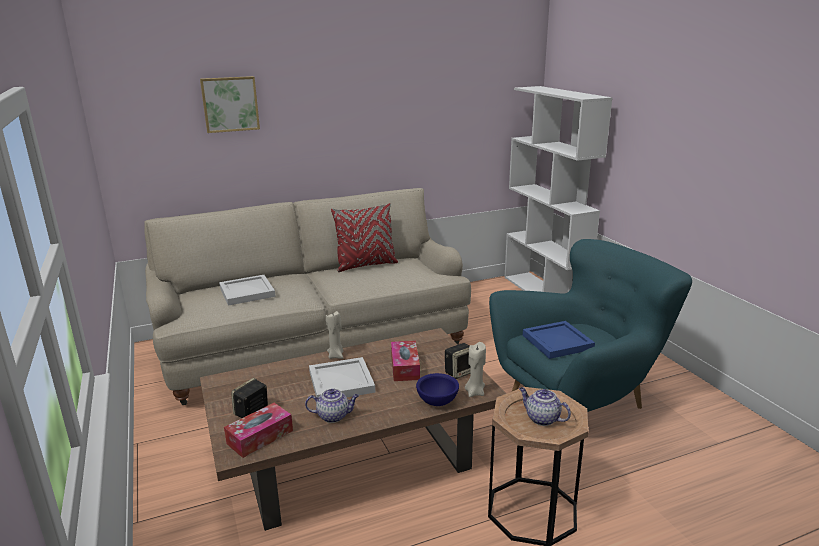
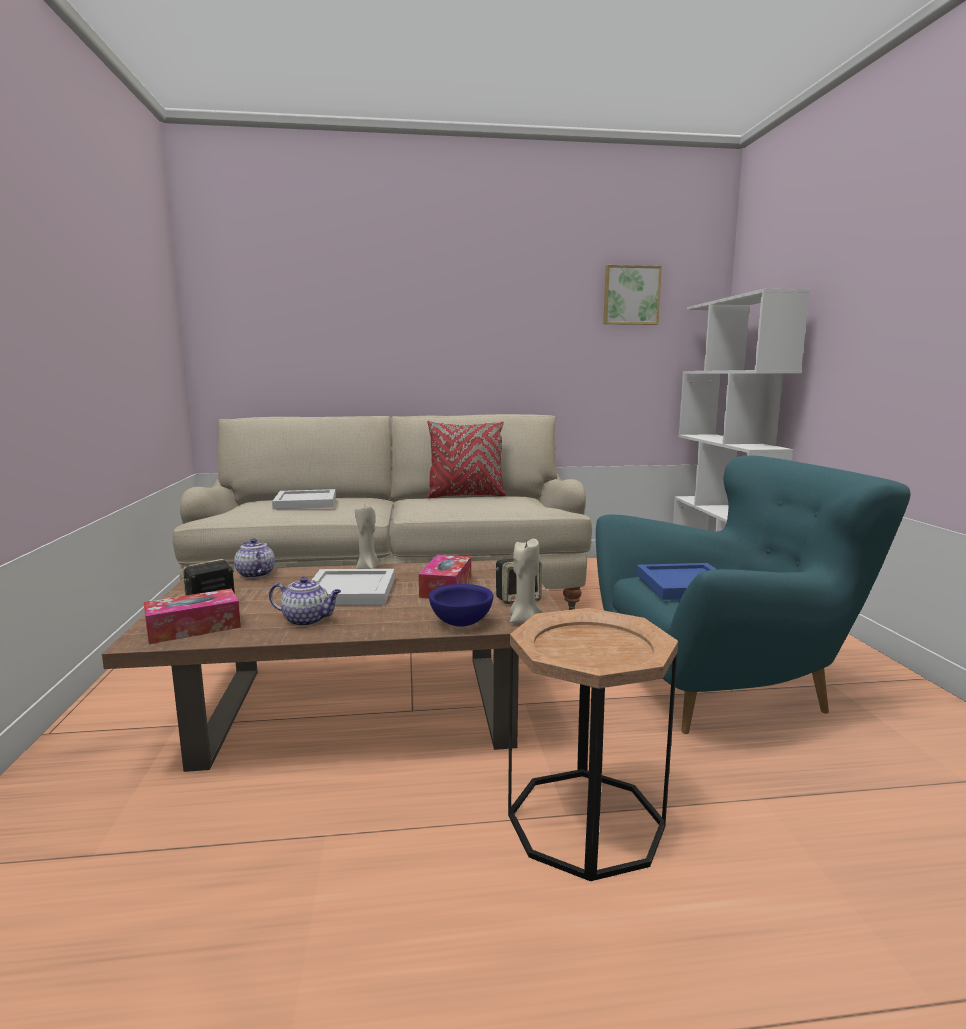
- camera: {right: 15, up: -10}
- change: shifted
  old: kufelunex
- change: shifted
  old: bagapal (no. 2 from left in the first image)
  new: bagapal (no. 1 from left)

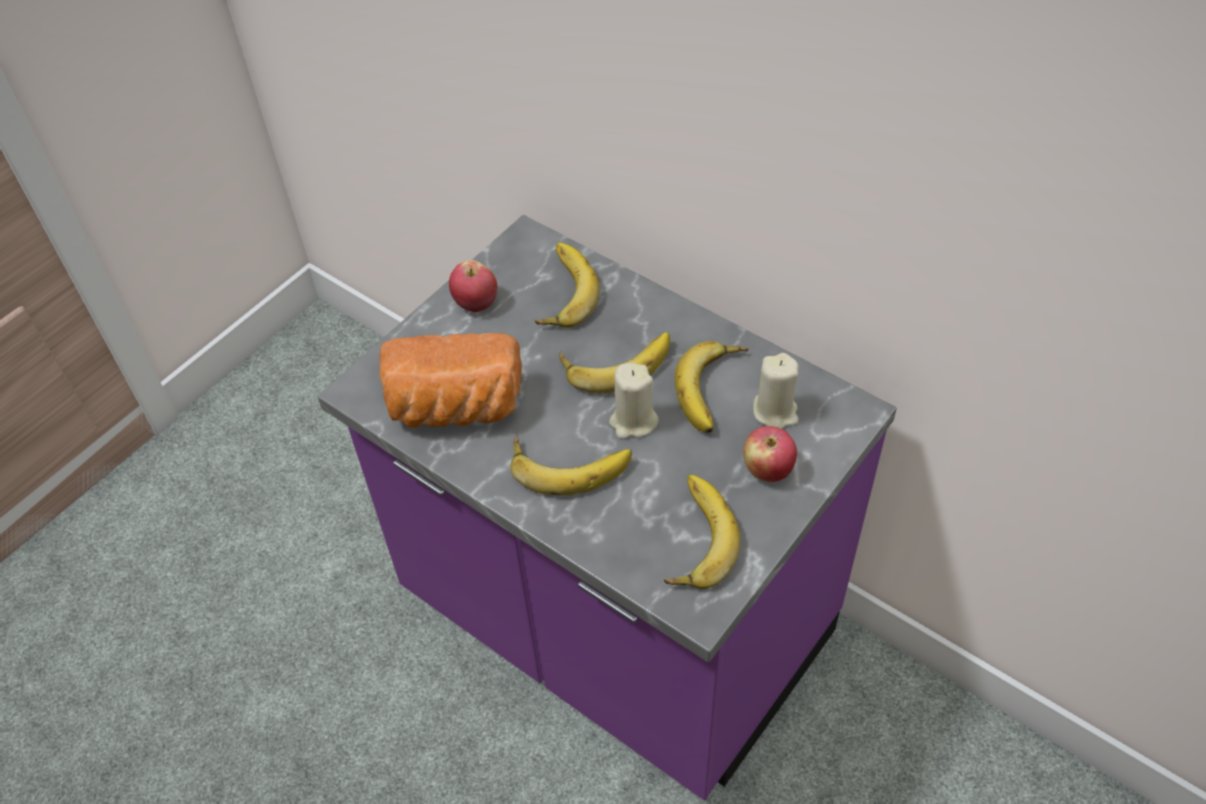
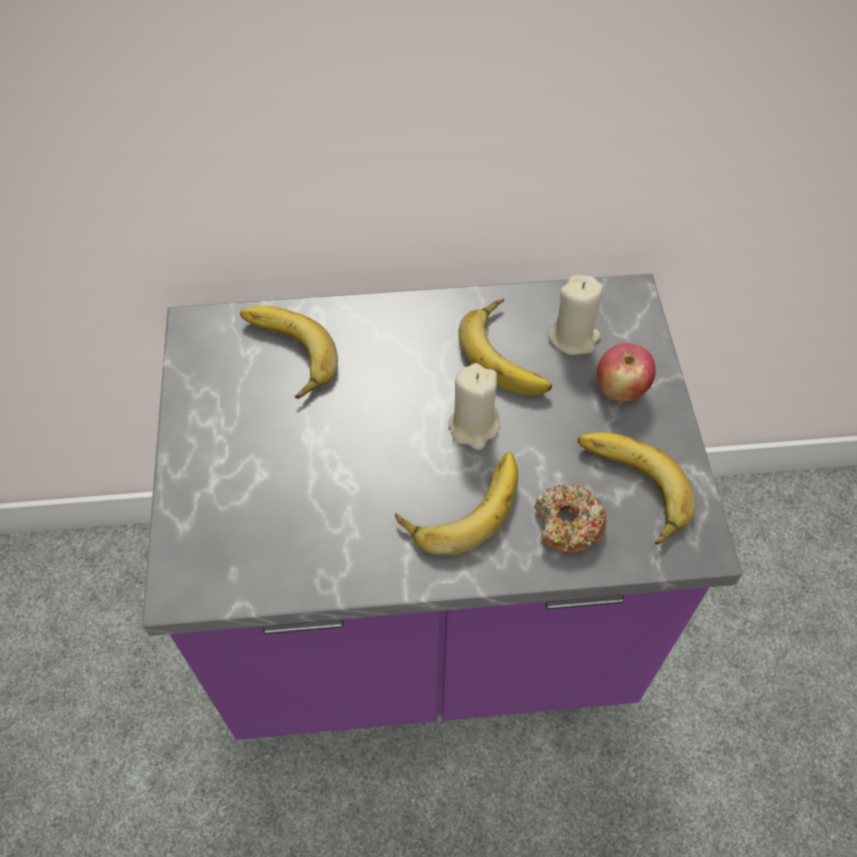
- camera: {right: -45, up: 5}
- change: gone
  old: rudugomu (no. 1 from left)
- change: gone
  old: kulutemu (no. 3 from left)
- change: gone
  old: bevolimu
- change: new
  new: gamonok

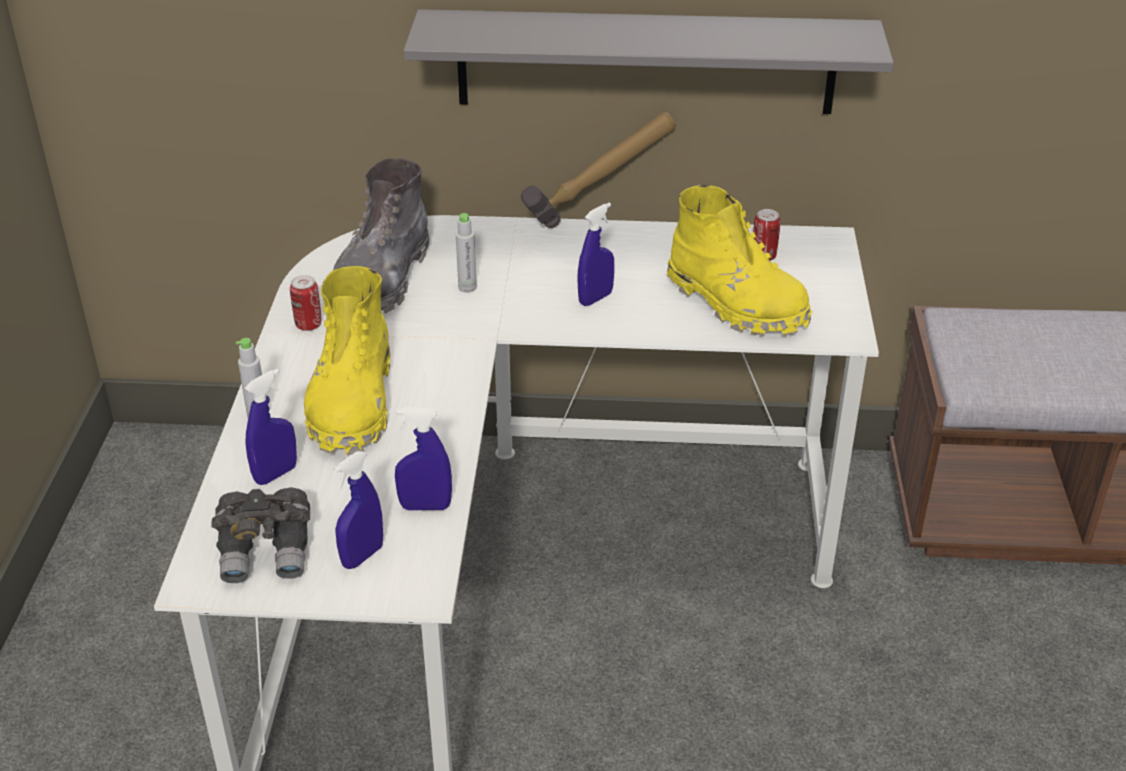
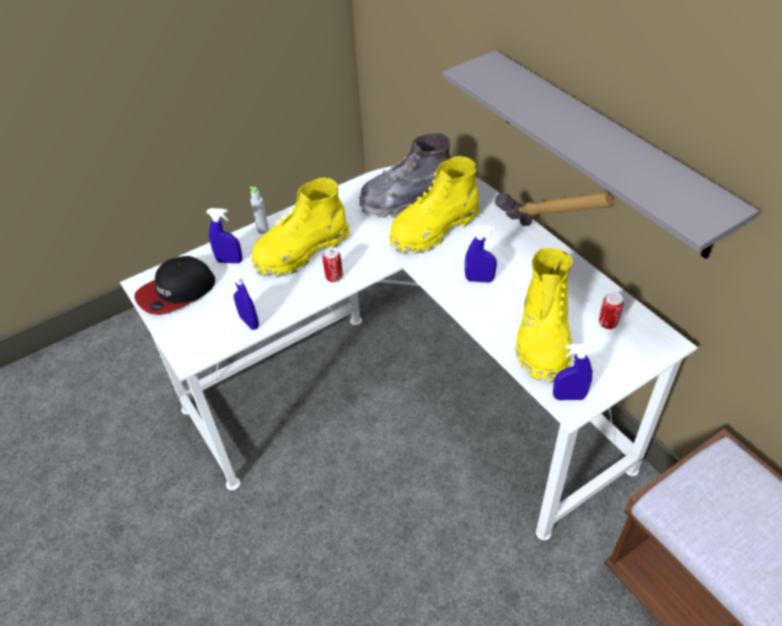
- camera: {right: 55, up: 10}
- change: swapped
  old: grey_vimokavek (no. 2 from left)
  new: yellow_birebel (no. 2 from left)
- change: shifted
  old: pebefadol (no. 1 from left)
- change: shifted
  old: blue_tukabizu (no. 2 from left in the first image)
  new: blue_tukabizu (no. 4 from left)
- change: swapped
  old: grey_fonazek
  new: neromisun

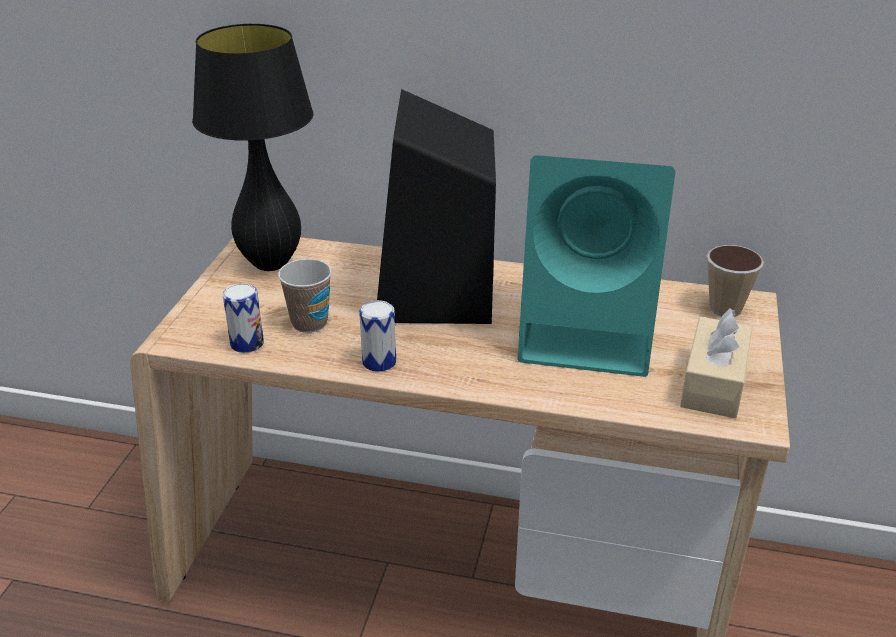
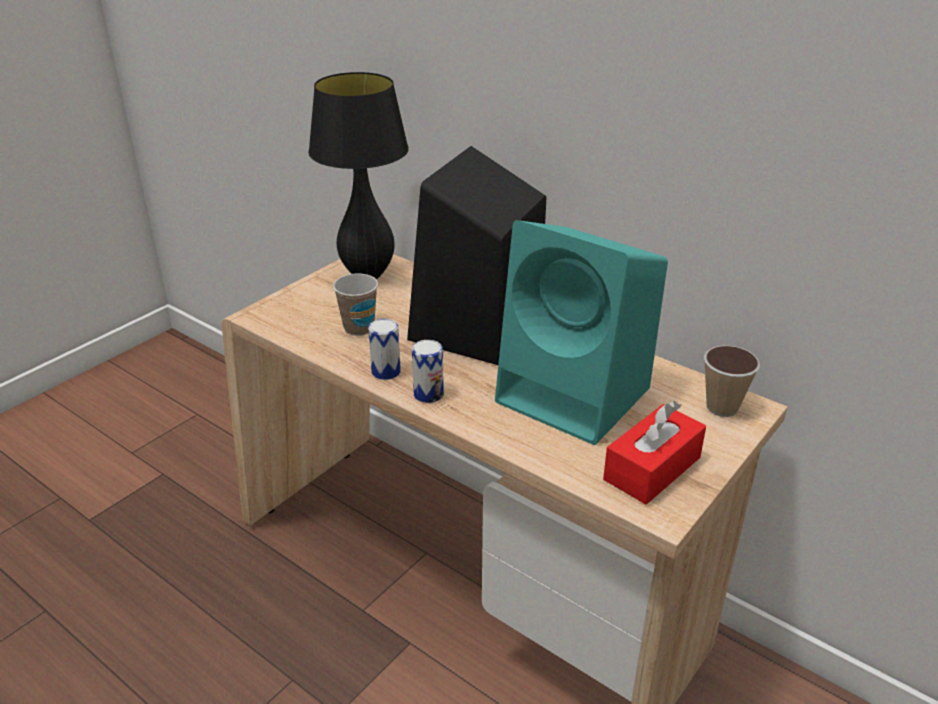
- camera: {right: 25, up: 0}
- change: shifted
  old: pebefadol (no. 1 from left in the first image)
  new: pebefadol (no. 2 from left)
- change: repainted
  old: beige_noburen
  new: red_noburen

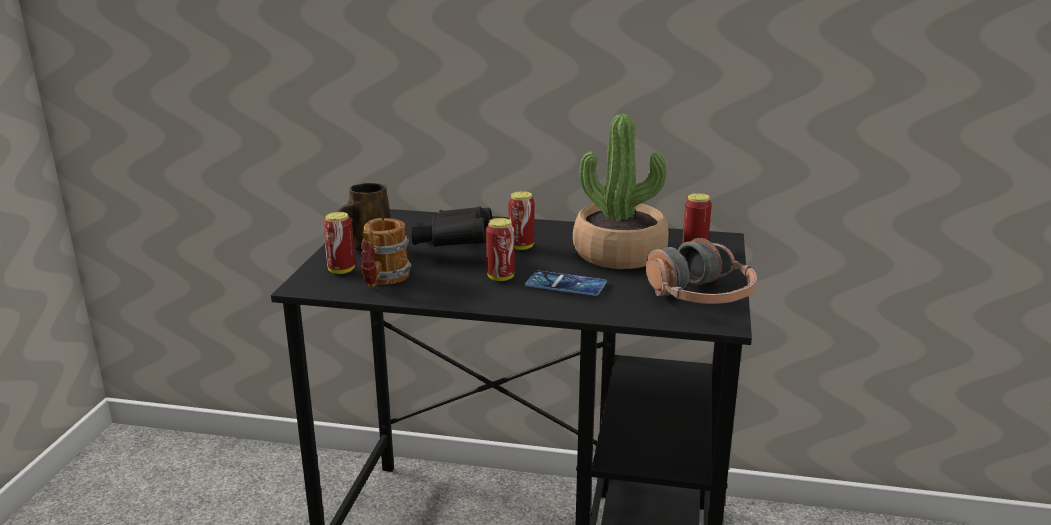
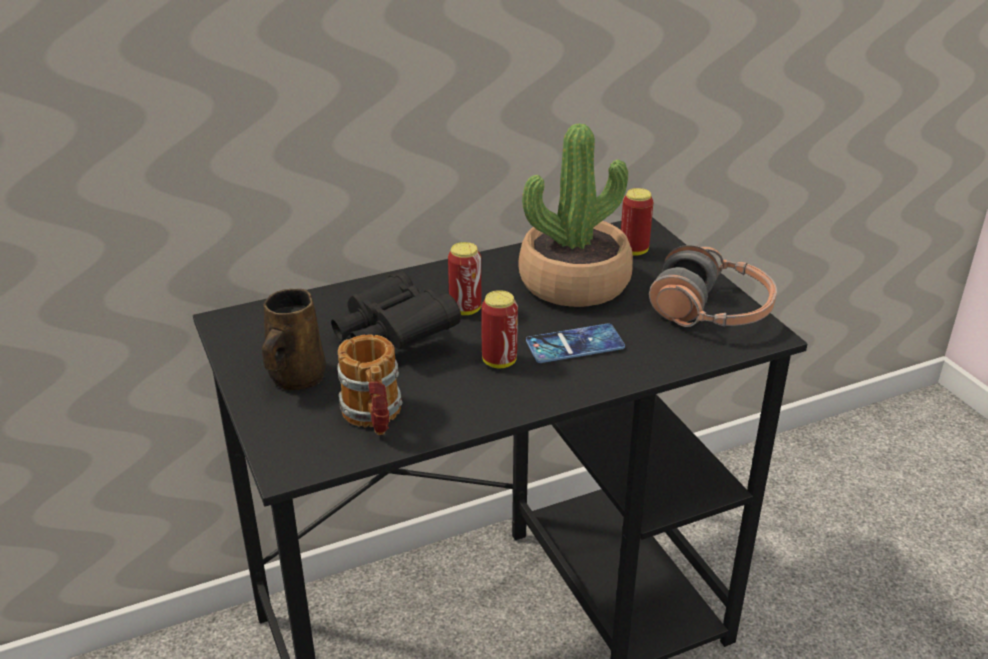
- camera: {right: -35, up: 10}
- change: gone
  old: pebefadol (no. 1 from left)

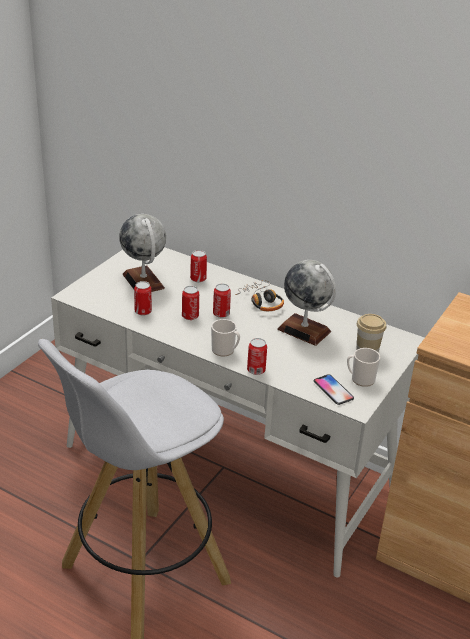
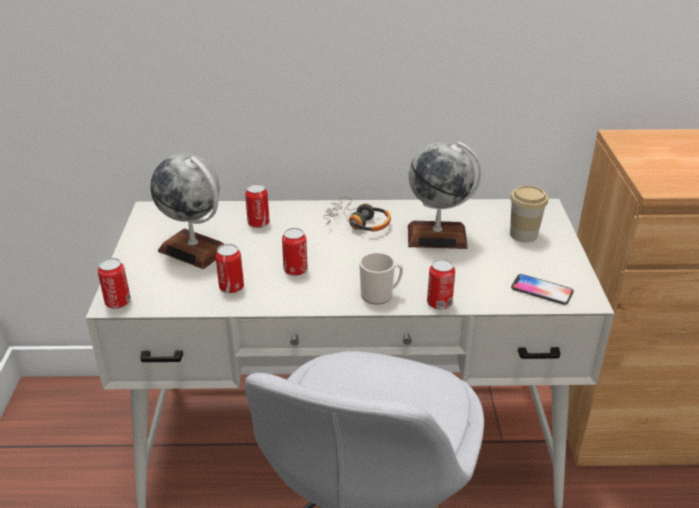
- camera: {right: -30, up: 0}
- change: shifted
  old: pebefadol (no. 4 from left in the first image)
  new: pebefadol (no. 1 from left)
- change: gone
  old: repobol (no. 2 from left)

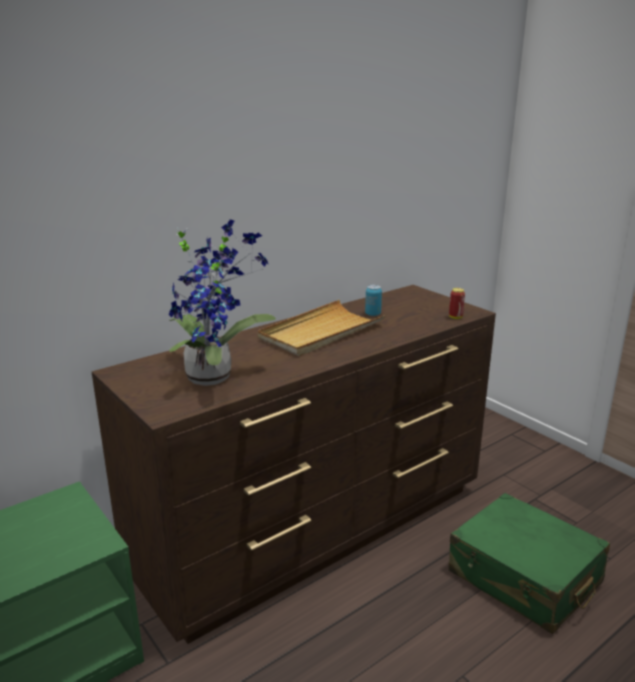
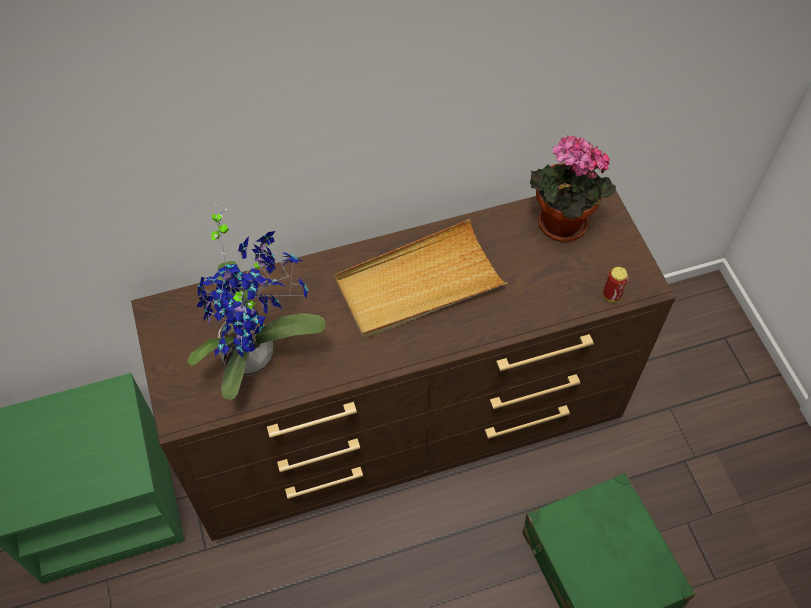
- camera: {right: 20, up: 35}
- change: gone
  old: pebefadol (no. 1 from left)
- change: new
  new: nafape (no. 2 from left)

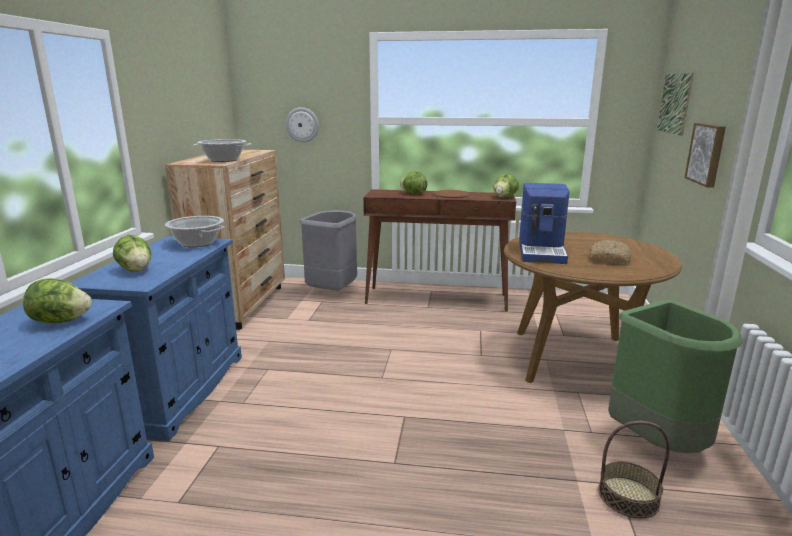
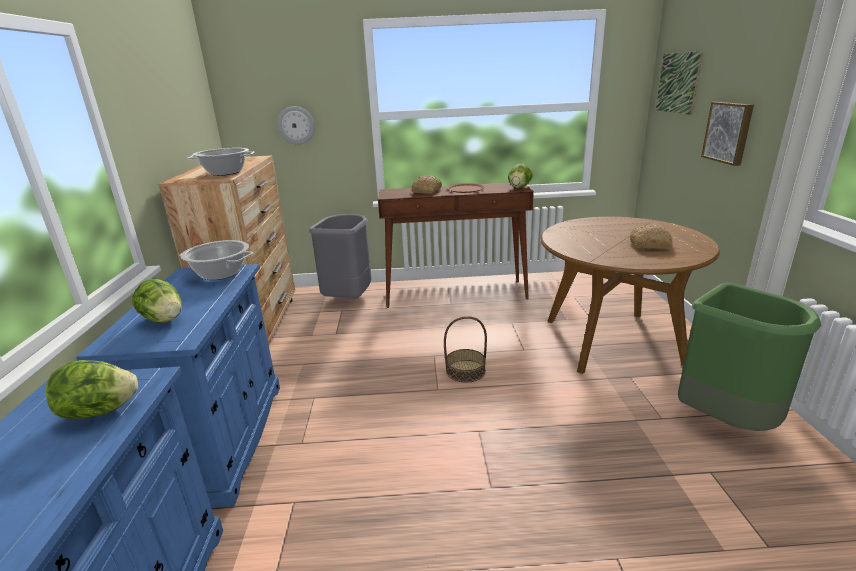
- camera: {right: -10, up: 5}
- change: swapped
  old: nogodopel (no. 3 from left)
  new: bevolimu (no. 1 from left)
- change: gone
  old: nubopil
- change: shifted
  old: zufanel

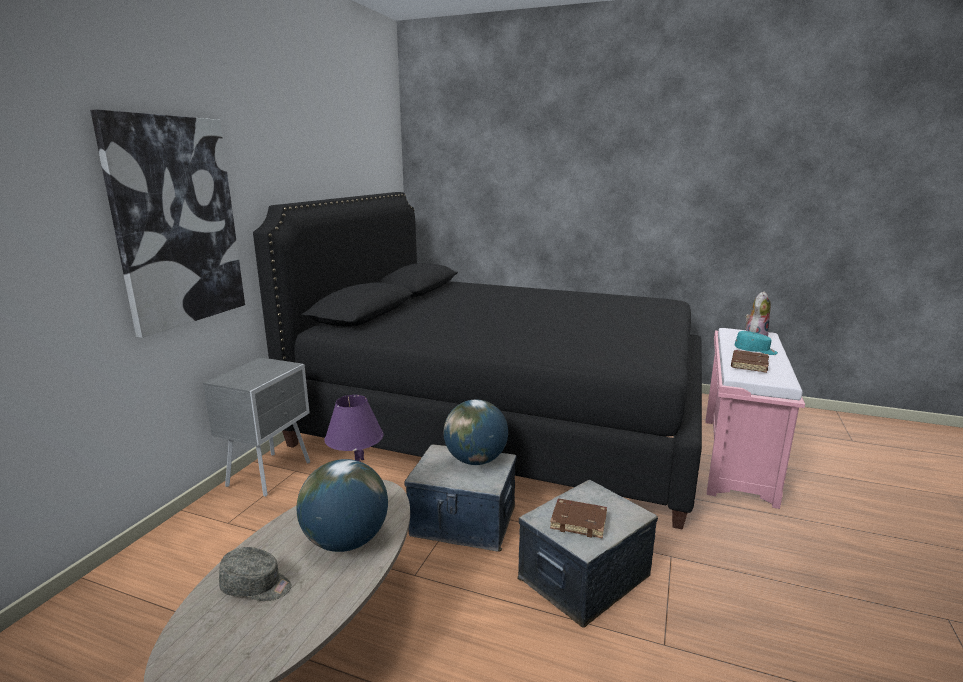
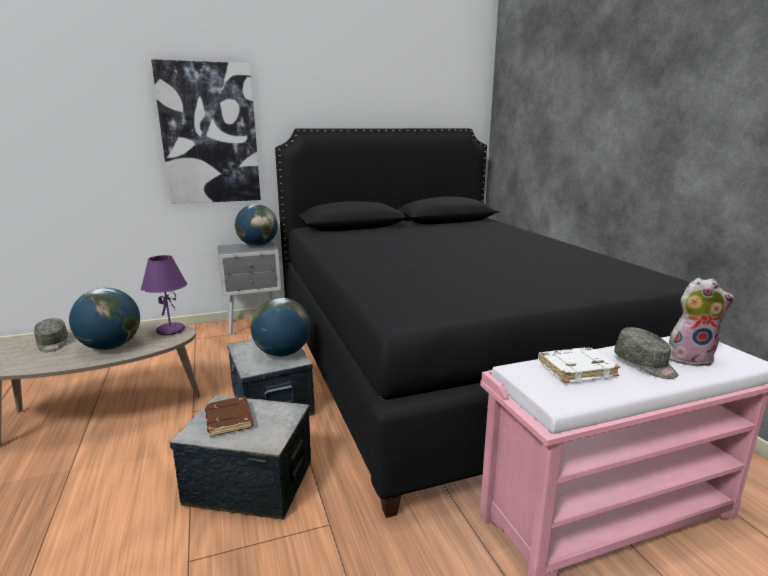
- camera: {right: 50, up: 0}
- change: repainted
  old: turquoise_neromisun
  new: grey_neromisun (no. 2 from left)
- change: repainted
  old: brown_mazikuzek (no. 2 from left)
  new: white_mazikuzek
- change: new
  new: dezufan (no. 2 from left)

